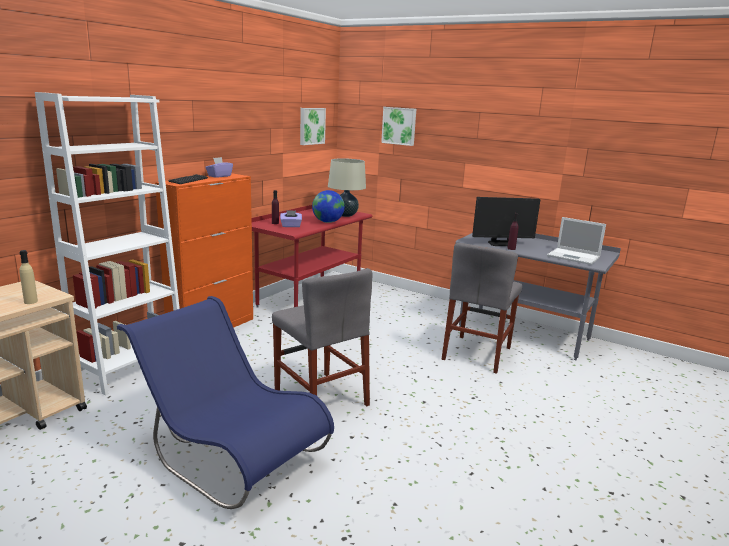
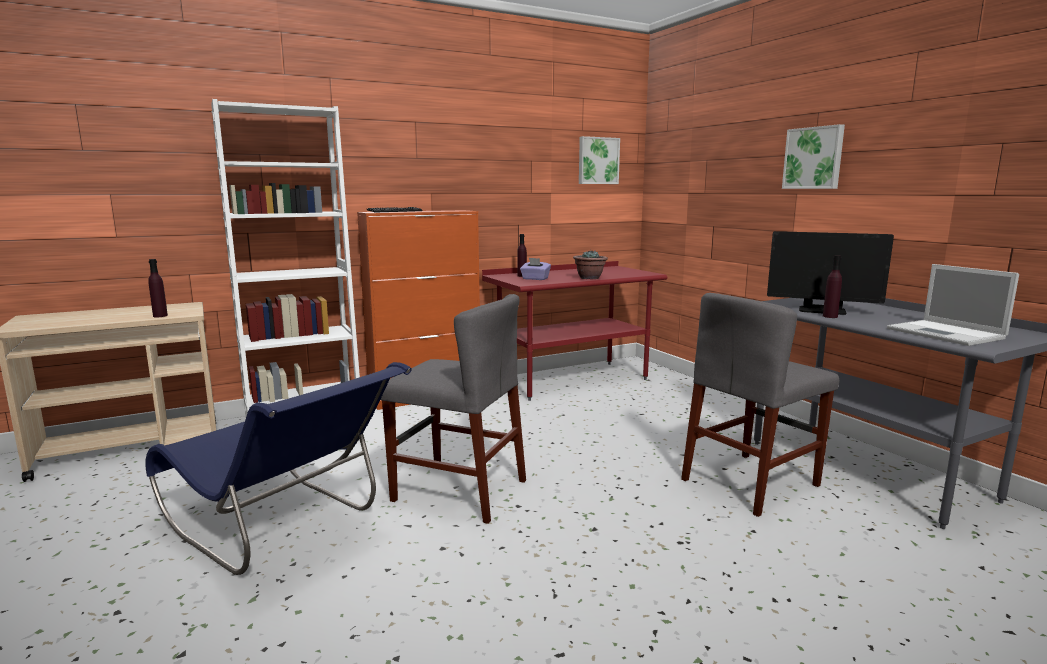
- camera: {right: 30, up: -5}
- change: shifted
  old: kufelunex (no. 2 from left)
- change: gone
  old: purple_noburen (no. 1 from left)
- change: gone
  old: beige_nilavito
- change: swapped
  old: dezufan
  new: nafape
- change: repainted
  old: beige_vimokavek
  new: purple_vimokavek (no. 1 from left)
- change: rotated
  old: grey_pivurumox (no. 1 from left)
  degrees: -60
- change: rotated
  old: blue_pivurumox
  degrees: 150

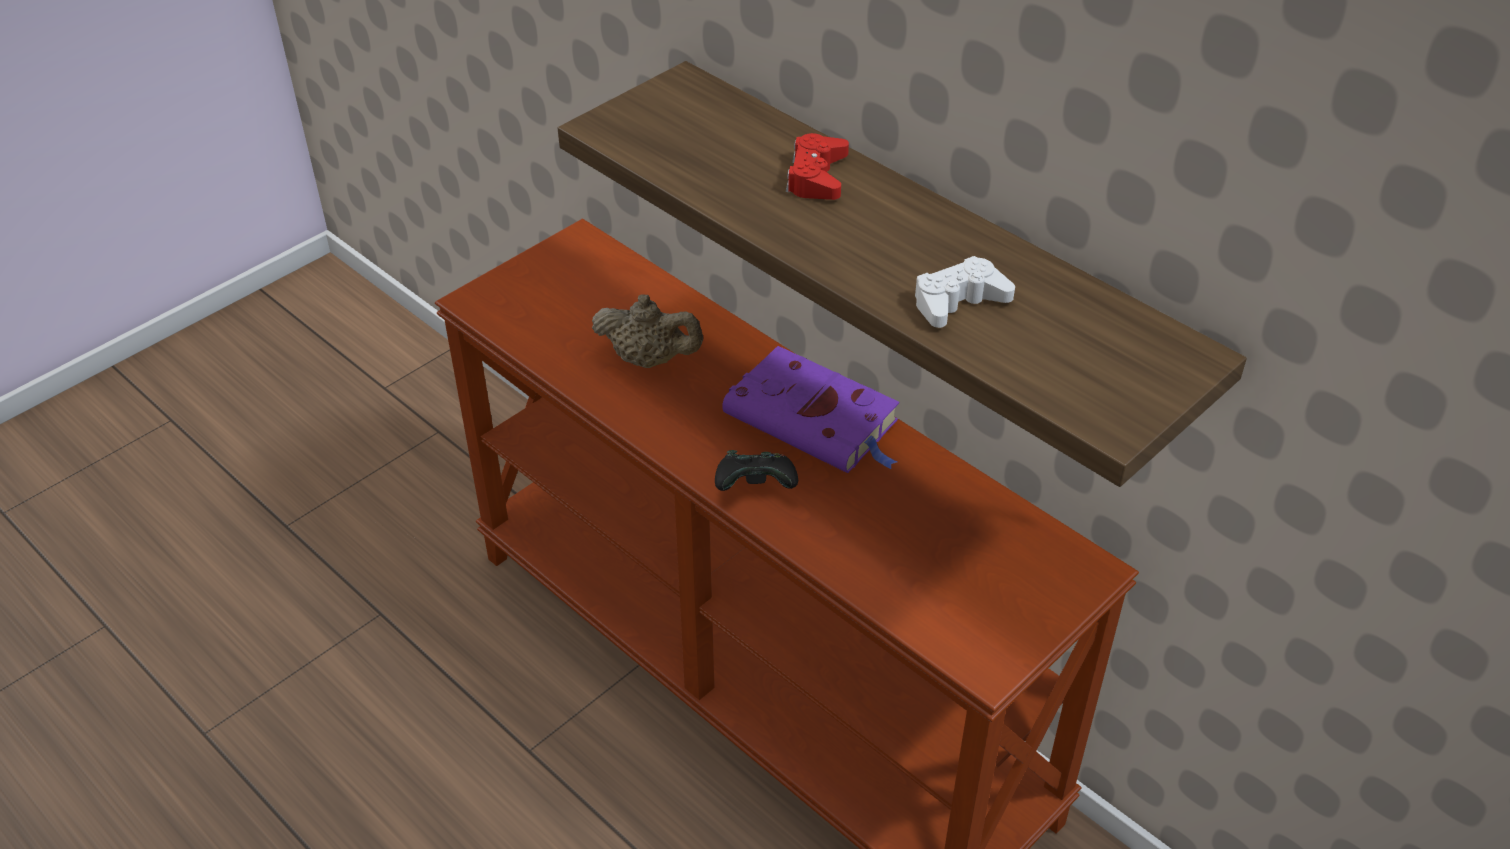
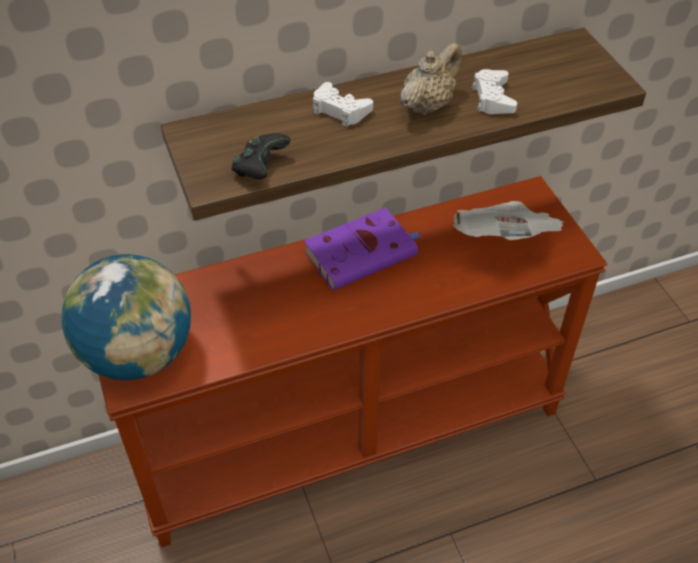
- camera: {right: -65, up: 5}
- change: repainted
  old: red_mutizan
  new: white_mutizan (no. 1 from left)
- change: shifted
  old: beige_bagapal
- change: shifted
  old: black_mutizan
- change: new
  new: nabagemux
- change: new
  new: dezufan

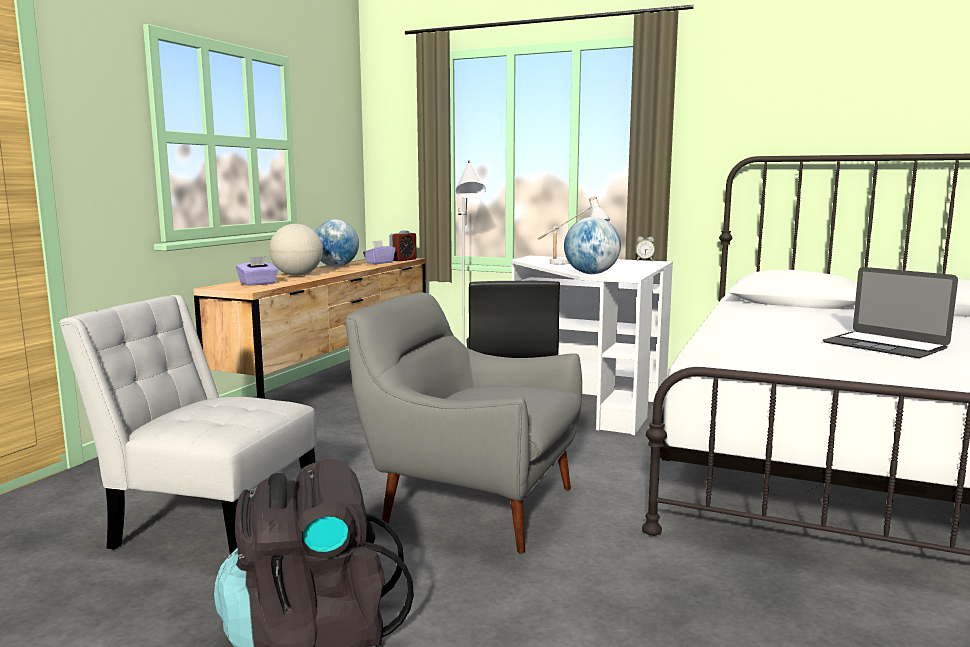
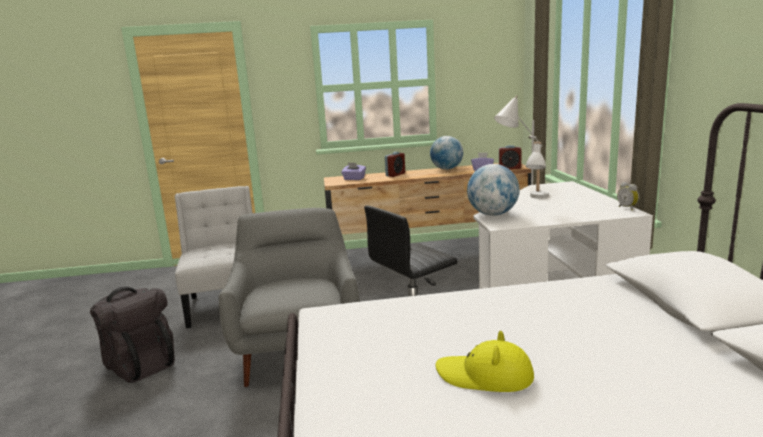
- camera: {right: 60, up: 5}
- change: swapped
  old: dezufan (no. 1 from left)
  new: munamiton (no. 1 from left)
- change: swapped
  old: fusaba
  new: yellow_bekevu

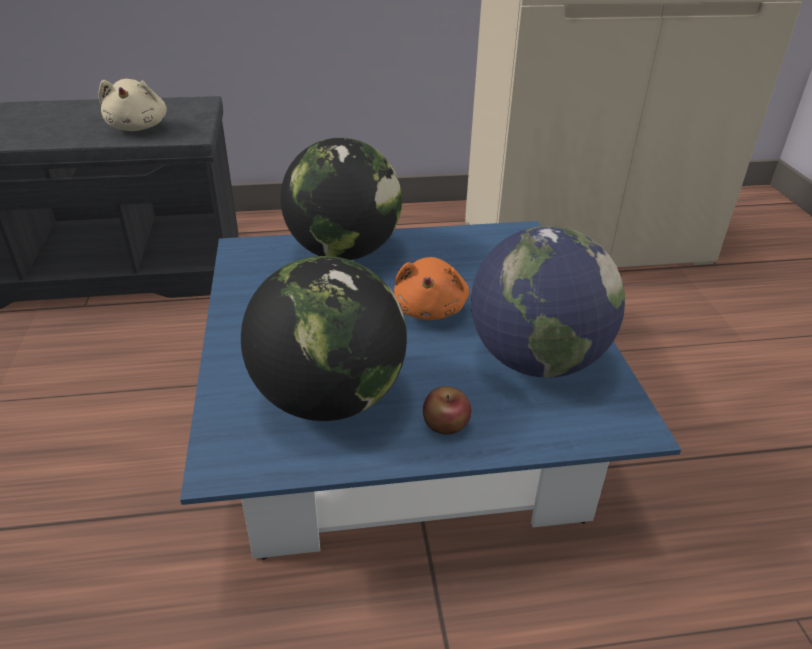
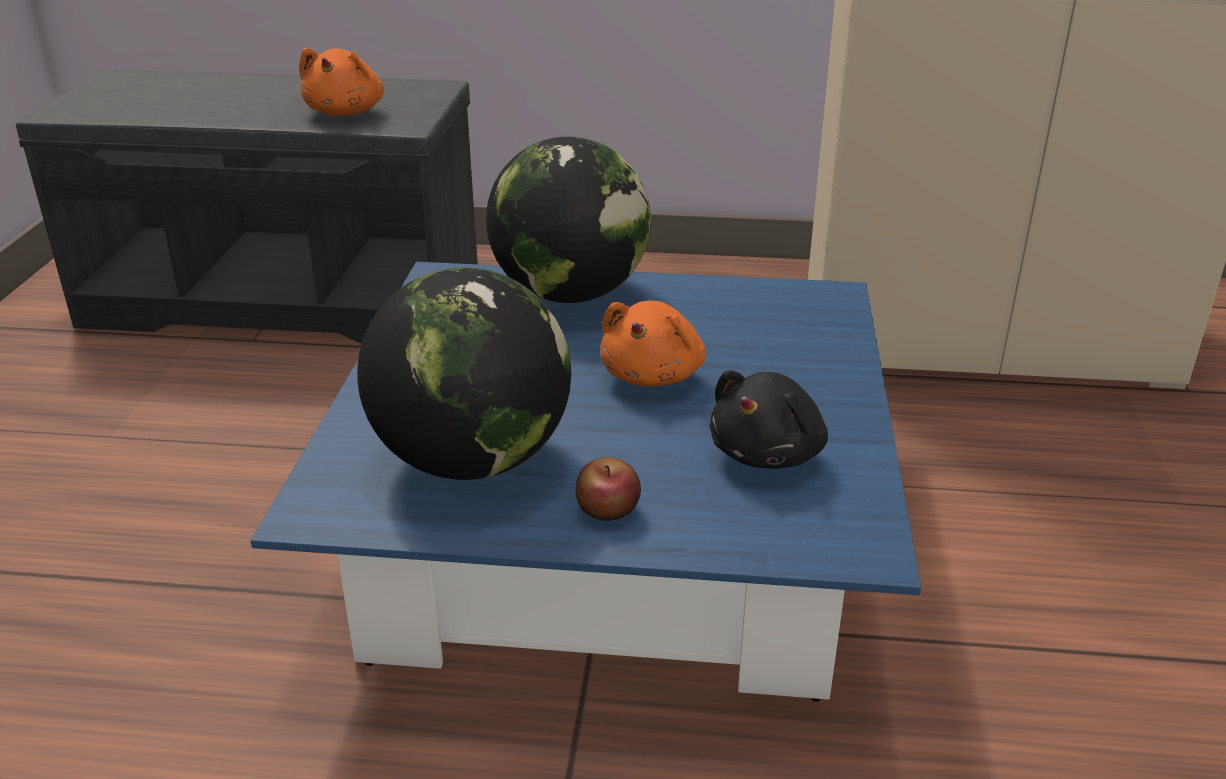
- camera: {right: 15, up: -5}
- change: repainted
  old: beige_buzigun
  new: orange_buzigun (no. 1 from left)
- change: swapped
  old: dezufan (no. 3 from left)
  new: black_buzigun

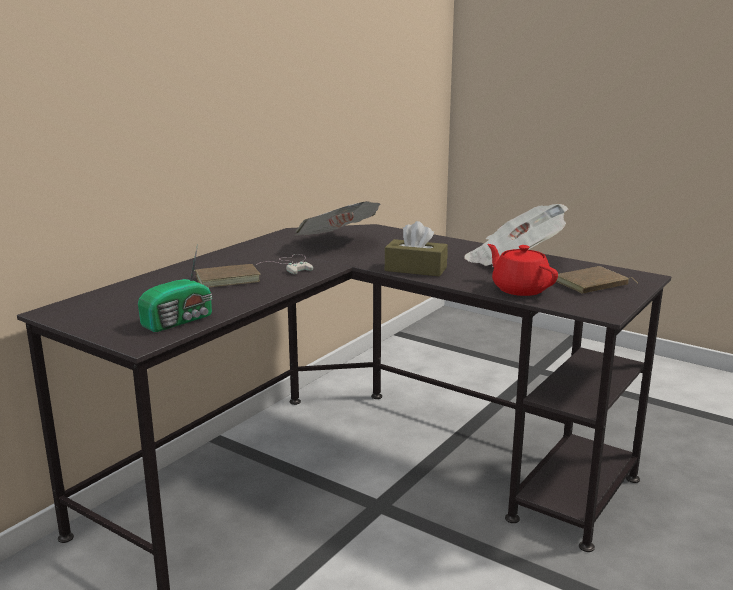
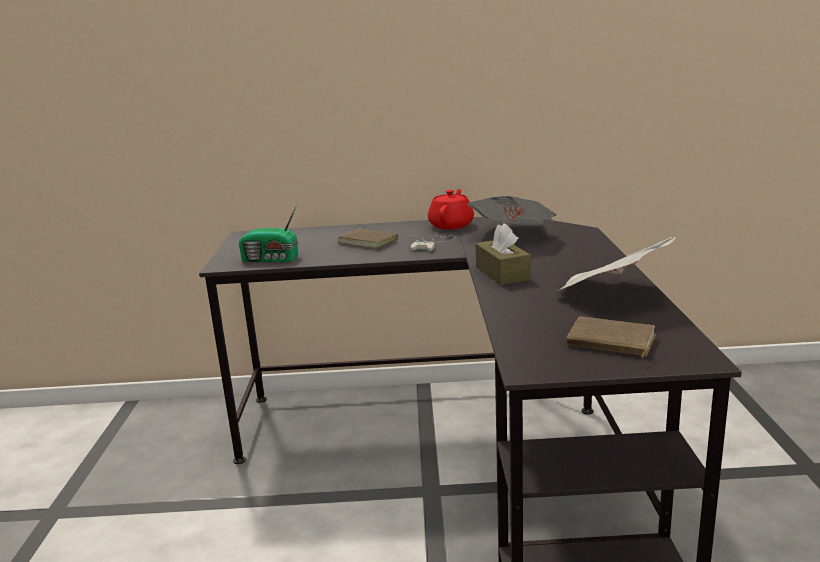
- camera: {right: 55, up: 0}
- change: shifted
  old: red_bagapal

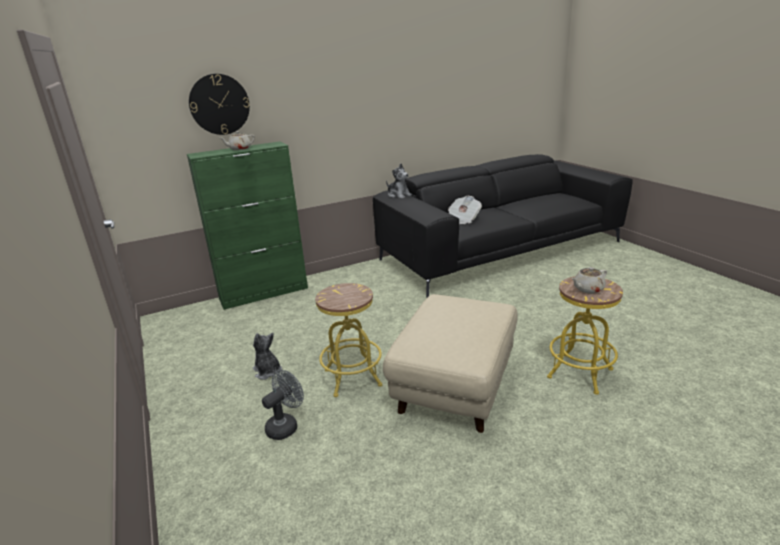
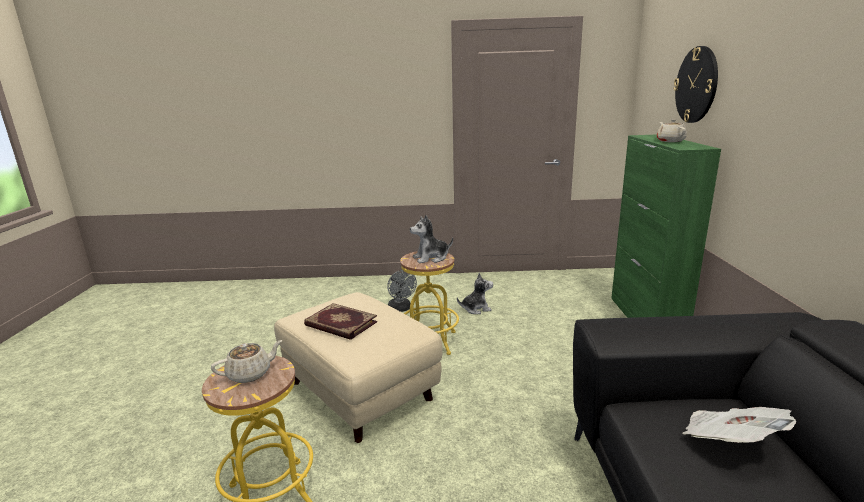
- camera: {right: 115, up: -5}
- change: shifted
  old: buzigun (no. 2 from left in the first image)
  new: buzigun (no. 1 from left)
- change: rotated
  old: beige_bagapal (no. 2 from left in the first image)
  degrees: 60
- change: new
  new: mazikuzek

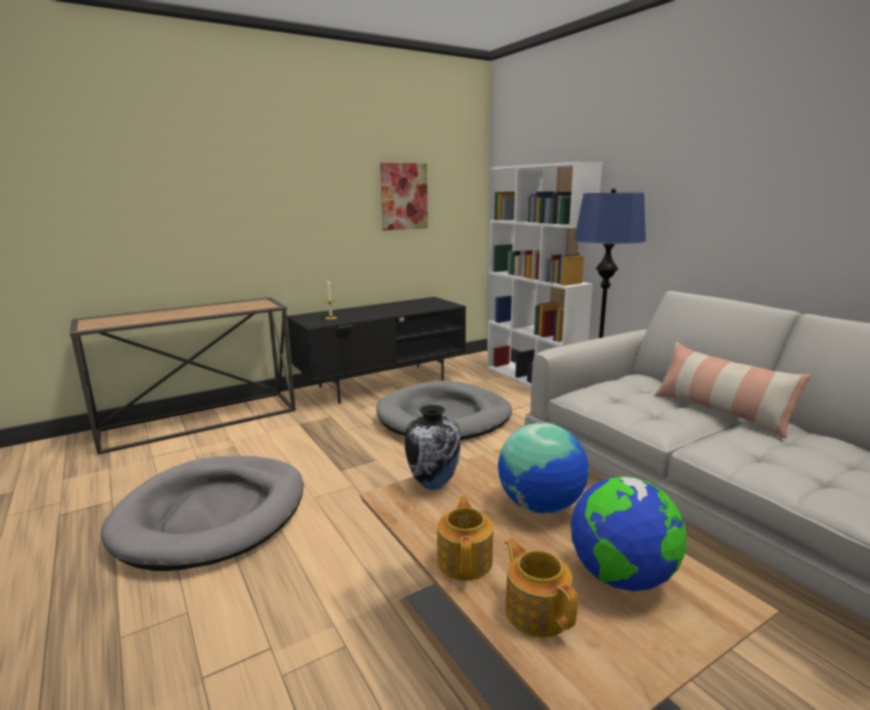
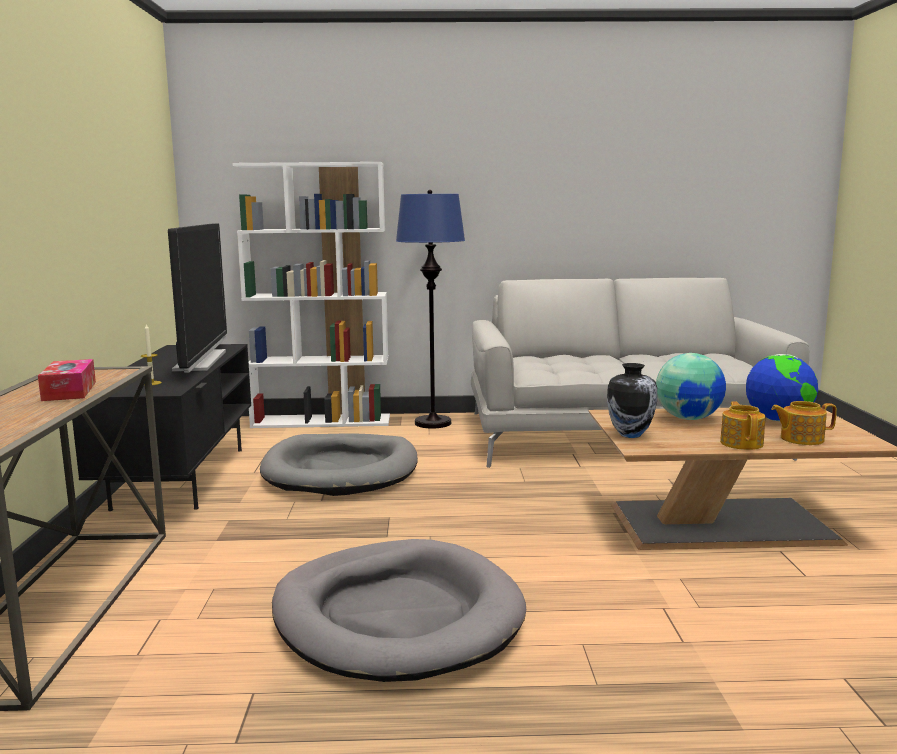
- camera: {right: -60, up: -5}
- change: gone
  old: kufelunex
- change: gone
  old: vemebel
- change: rotated
  old: bagapal (no. 1 from left)
  degrees: 60
- change: new
  new: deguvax
- change: new
  new: noburen

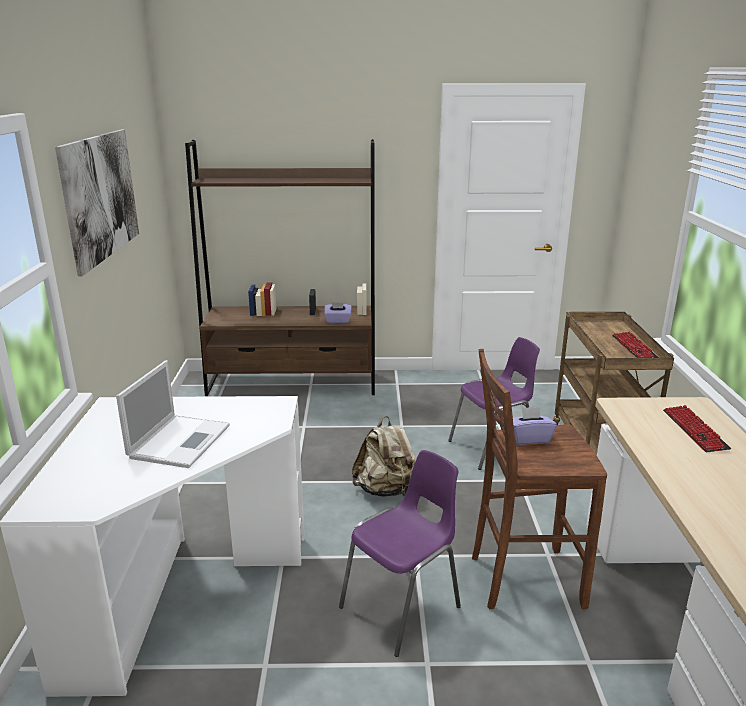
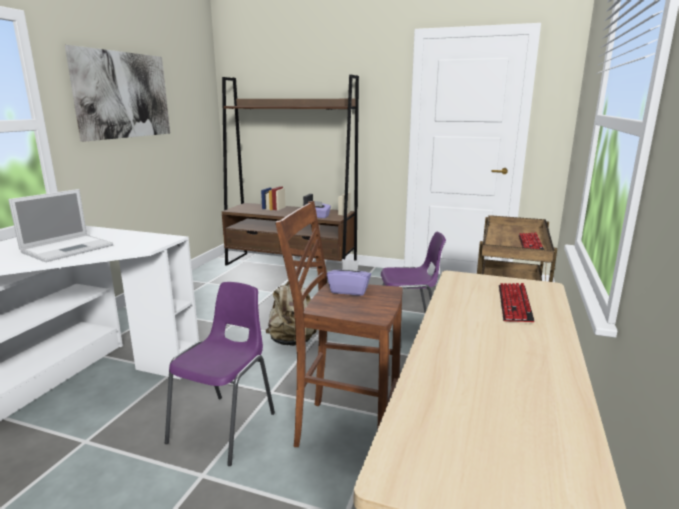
- camera: {right: 20, up: -5}
- change: rotated
  old: purple_pivurumox (no. 1 from left)
  degrees: -45

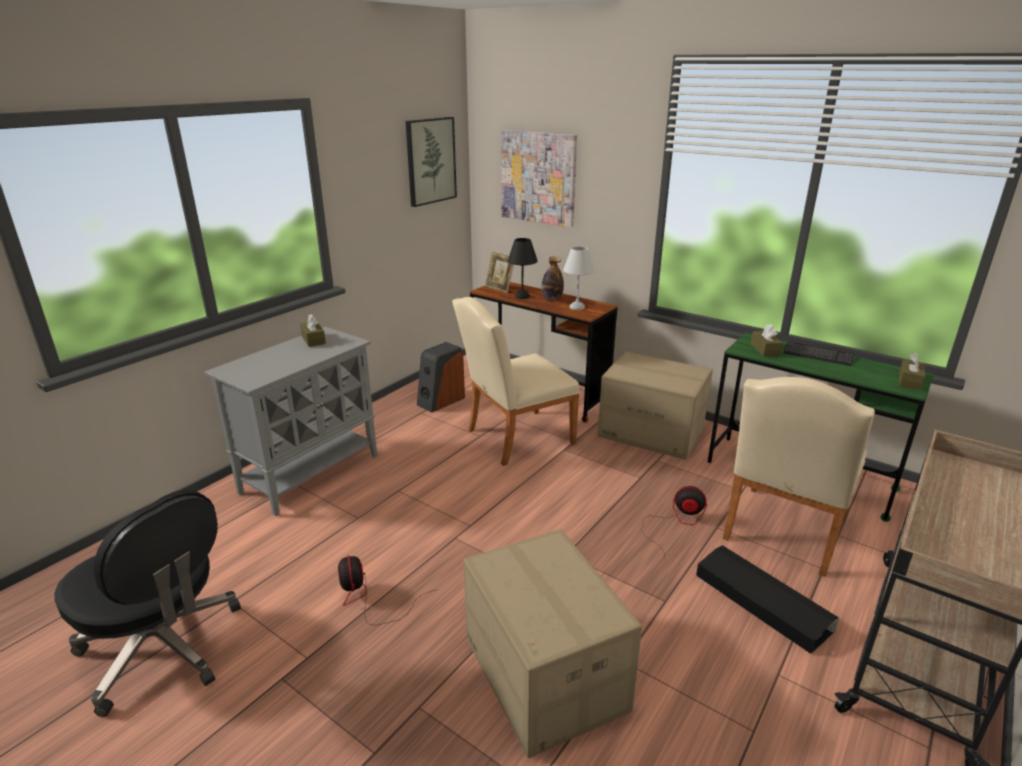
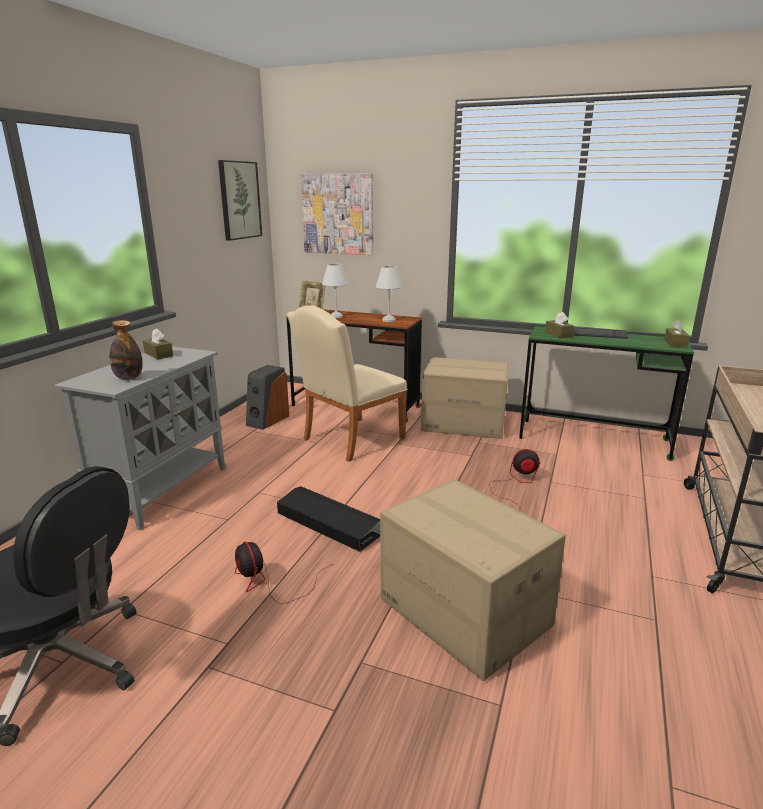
- camera: {right: -15, up: -5}
- change: repainted
  old: black_nilavito
  new: white_nilavito (no. 1 from left)
- change: shifted
  old: vimokavek
- change: gone
  old: beige_pivurumox (no. 2 from left)
- change: shifted
  old: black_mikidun

